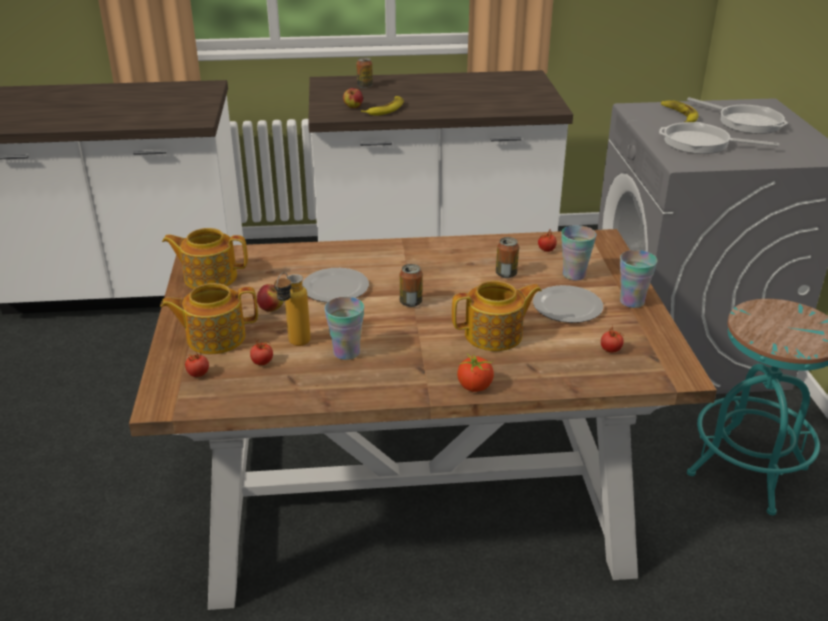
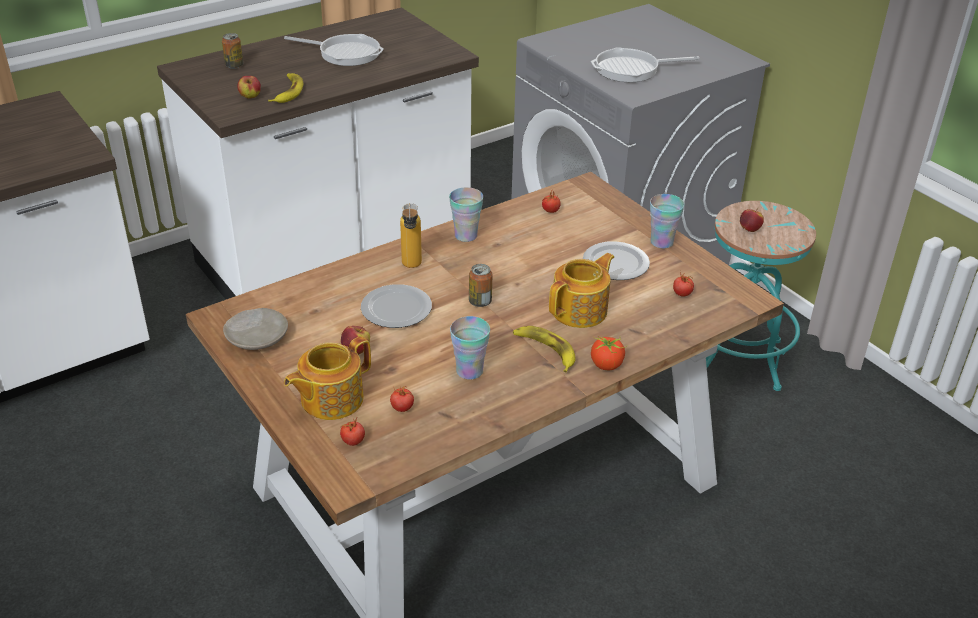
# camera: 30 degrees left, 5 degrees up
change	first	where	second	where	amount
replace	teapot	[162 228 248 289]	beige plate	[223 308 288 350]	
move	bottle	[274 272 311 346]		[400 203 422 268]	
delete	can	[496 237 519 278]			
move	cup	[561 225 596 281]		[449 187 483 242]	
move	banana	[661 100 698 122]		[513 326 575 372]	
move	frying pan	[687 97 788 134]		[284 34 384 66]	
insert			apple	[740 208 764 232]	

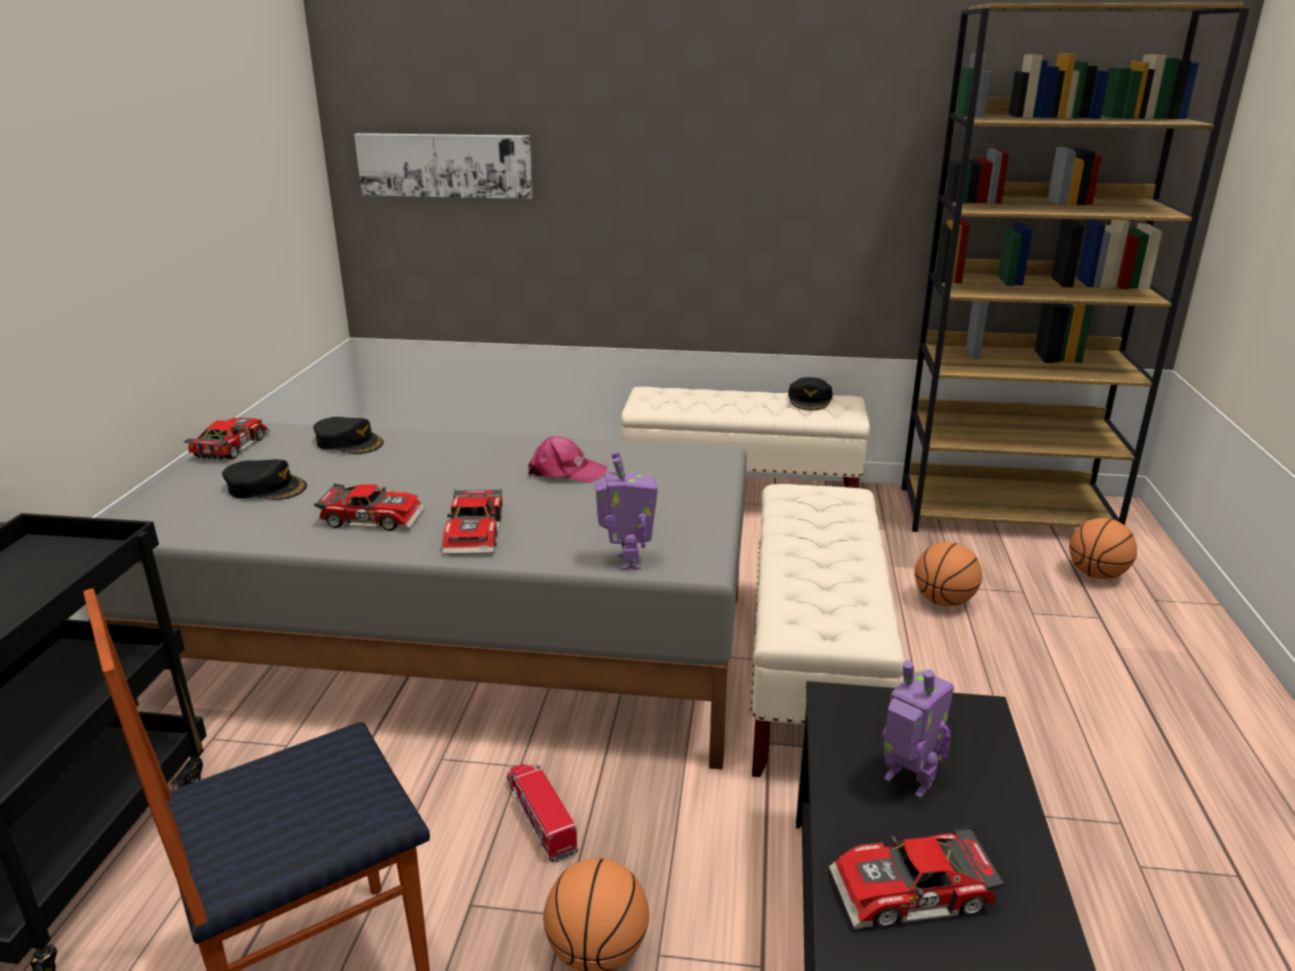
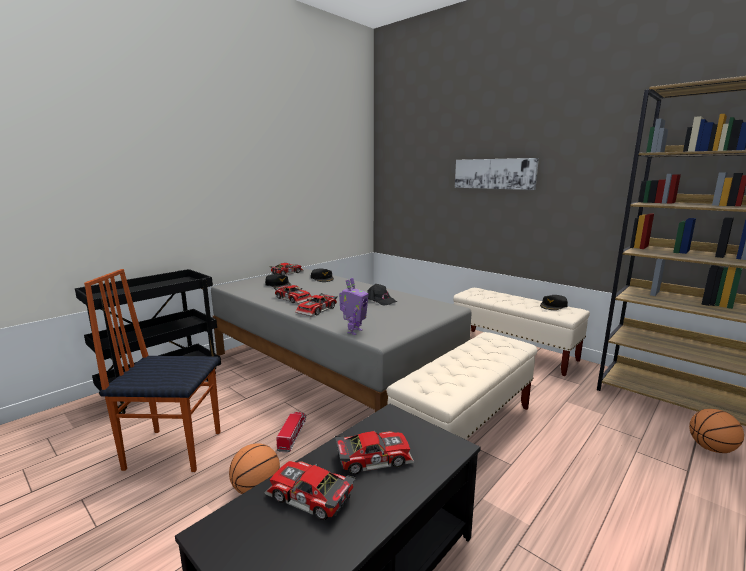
# camera: 35 degrees right, 10 degrees down
change	first	where	second	where	amount
move	picture	[354 133 533 199]		[455 158 539 190]	
recolor	pink cap	[528 436 607 483]	black cap	[367 284 397 306]	
replace	toy robot	[882 660 954 798]	toy car	[335 431 414 475]	
delete	basketball	[915 542 982 606]			

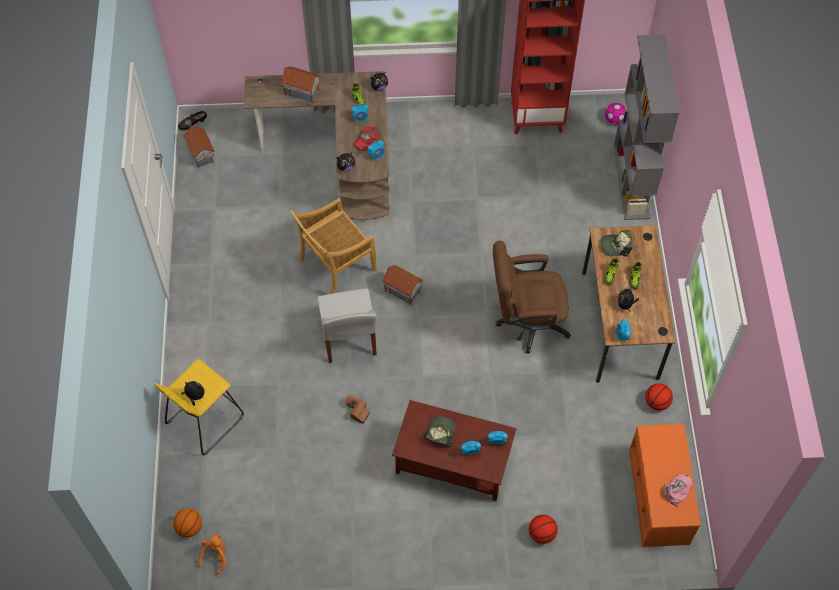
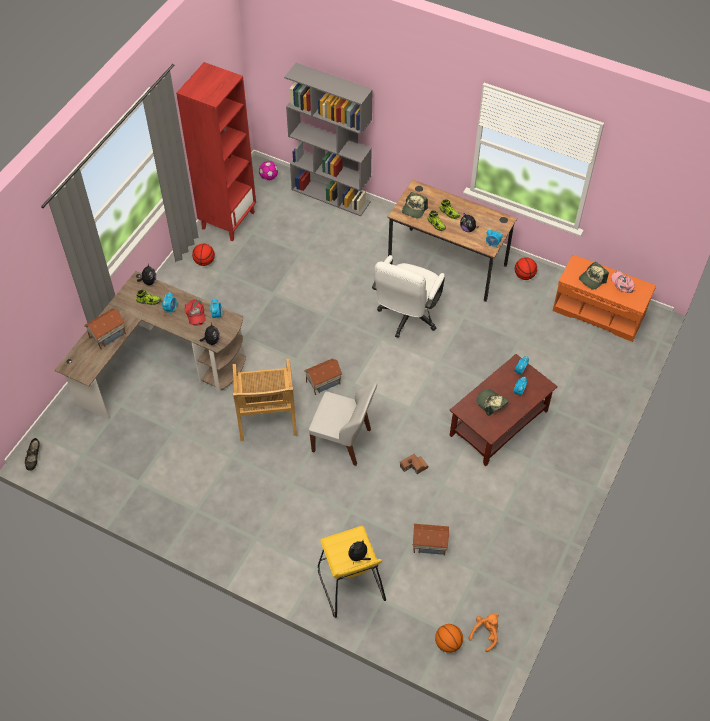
# camera: 60 degrees left, 5 degrees down
change	first	where	second	where	amount
move	toy house	[183 125 215 168]		[412 524 449 556]	
rotate	orange plush toy	[198 534 226 574]		[469 614 499 652]	75 degrees clockwise
recolor	brown office chair	[493 241 571 353]	white office chair	[372 255 445 338]	
move	basketball	[529 515 558 544]		[192 244 215 266]	
insert			cap	[579 262 609 290]	

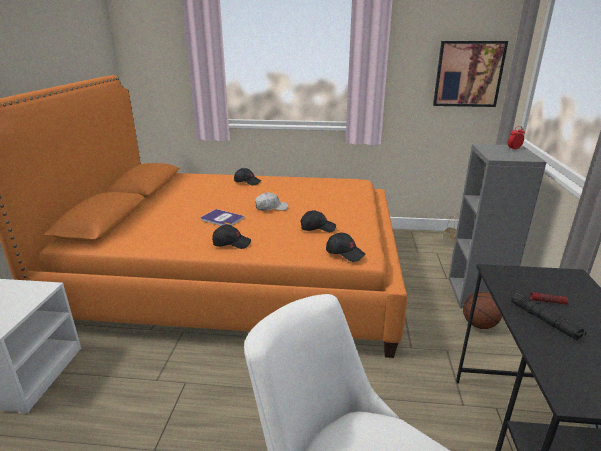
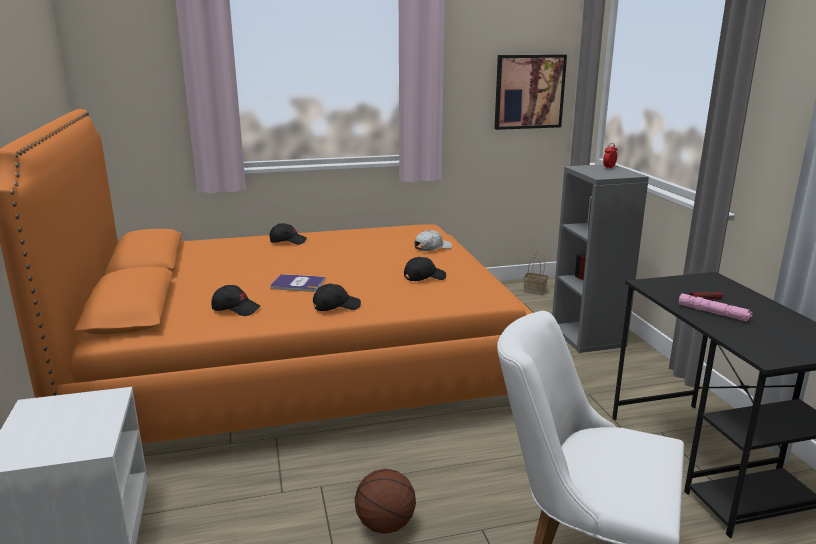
# camera: 20 degrees left, 5 degrees down
change	first	where	second	where	amount
move	white cap	[255 192 288 211]		[414 230 452 251]	
move	black cap	[326 233 365 262]		[211 285 260 316]	
move	basketball	[463 292 502 329]		[354 469 416 534]	
recolor	black flashlight	[511 293 587 340]	pink flashlight	[679 293 753 321]	

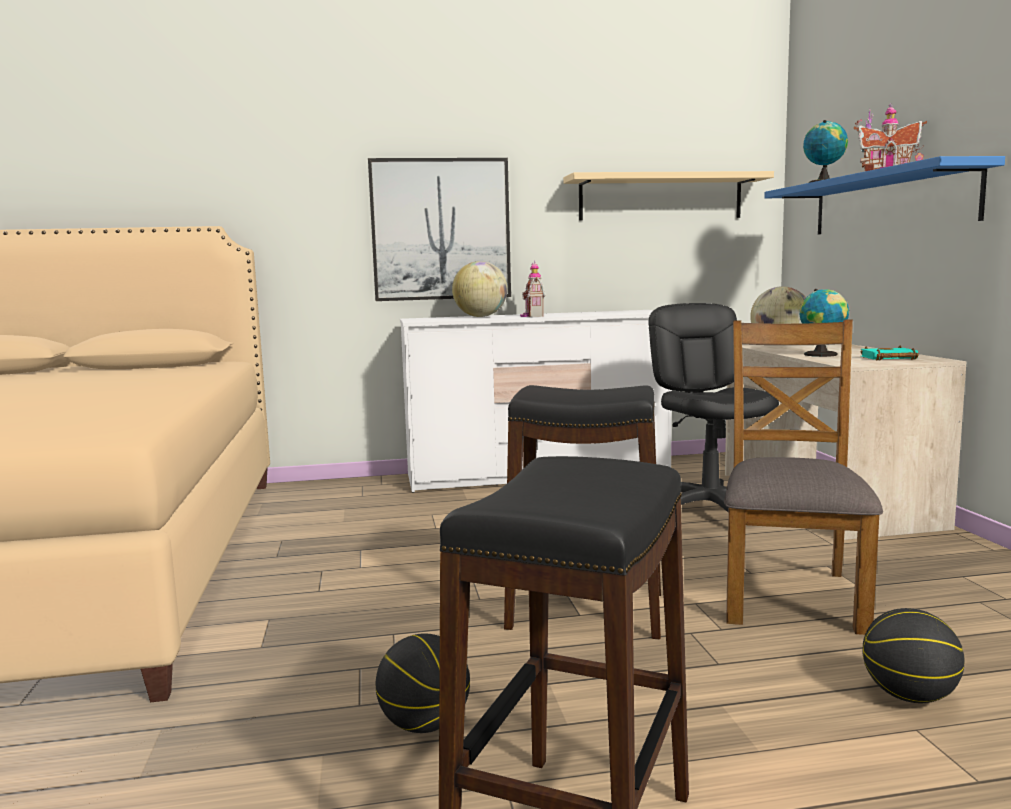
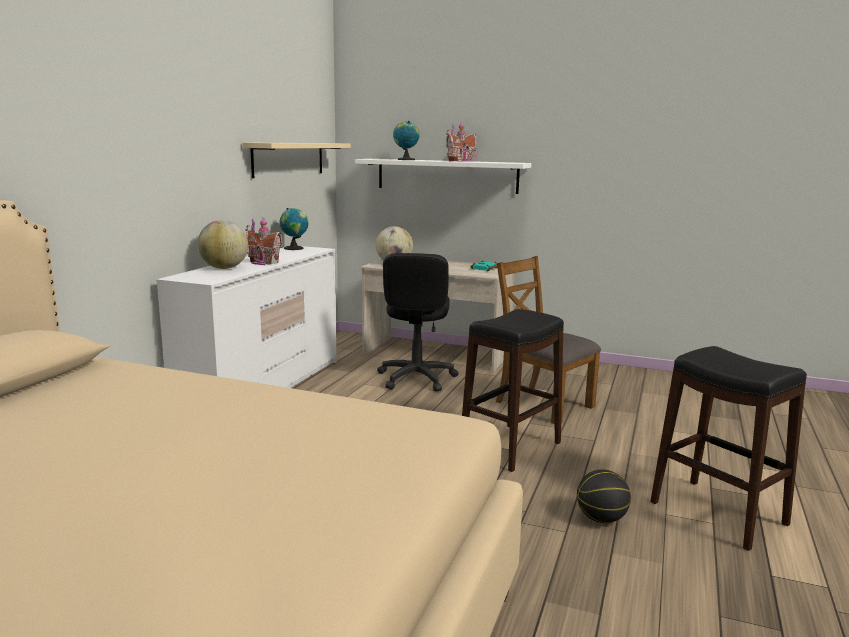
# camera: 60 degrees left, 5 degrees up
change	first	where	second	where	amount
delete	picture	[368 158 511 301]			
rotate	black office chair	[649 303 779 513]		[377 253 459 391]	105 degrees counterclockwise
recolor	blue shelf	[764 156 1005 235]	white shelf	[355 159 531 194]	
move	globe	[800 289 849 357]		[280 208 309 250]	
delete	basketball	[862 608 965 703]			

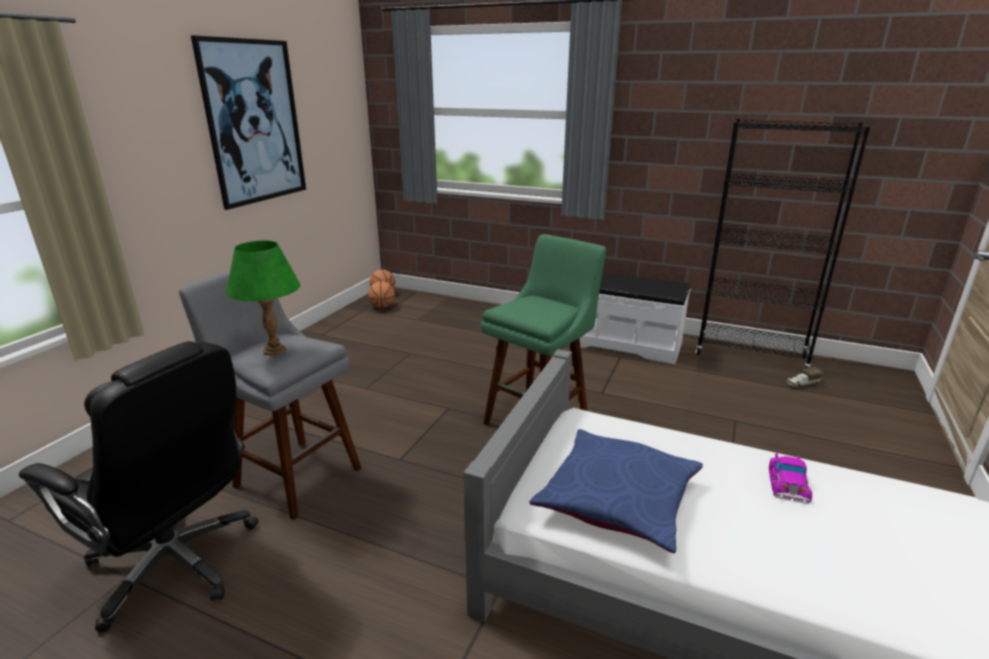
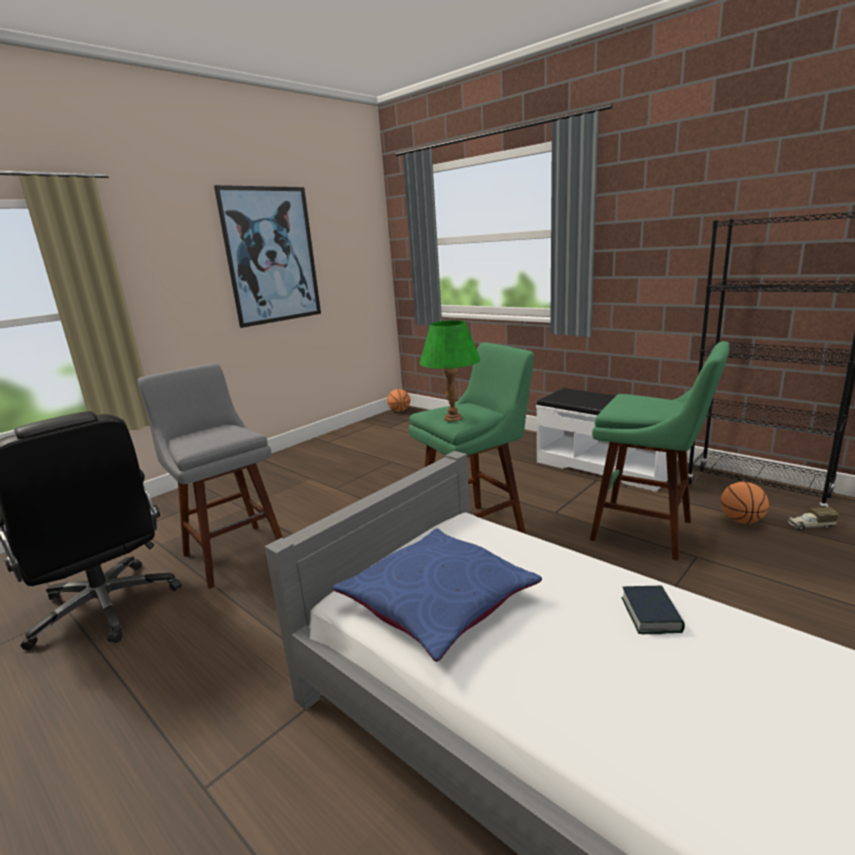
# camera: 20 degrees right, 5 degrees down
change	first	where	second	where	amount
move	green table lamp	[226 241 300 355]		[420 320 480 422]	
move	basketball	[368 281 395 308]		[720 482 769 524]	
replace	toy car	[769 452 812 504]	book	[622 586 685 634]	
insert			green stool	[590 341 730 561]	

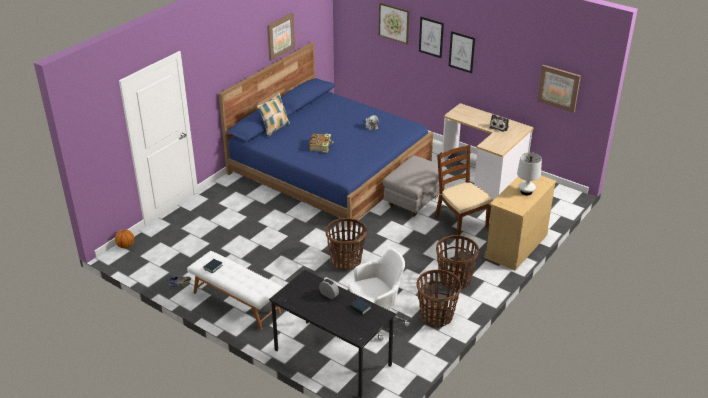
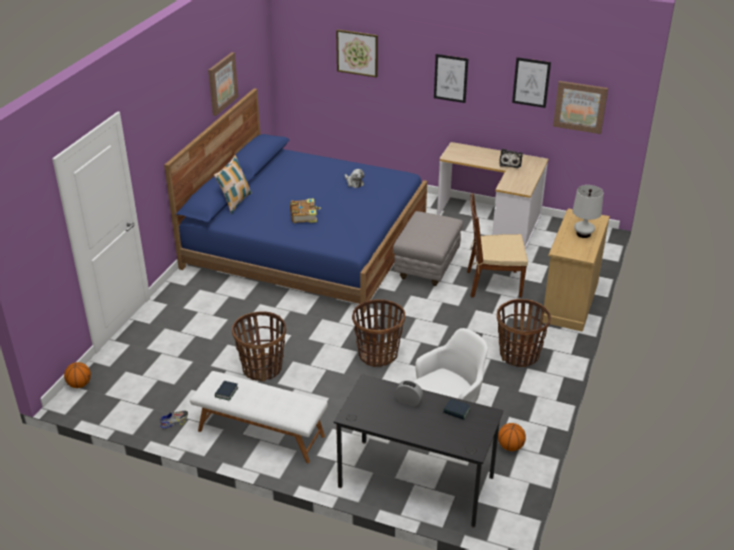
# camera: 15 degrees left, 0 degrees up
change	first	where	second	where	amount
move	basket	[416 270 461 328]		[232 311 286 382]	
move	picture	[419 17 444 58]		[512 57 551 108]	
rotate	brown chair	[435 145 493 235]		[467 193 528 298]	45 degrees counterclockwise
insert			basketball	[498 423 526 451]	

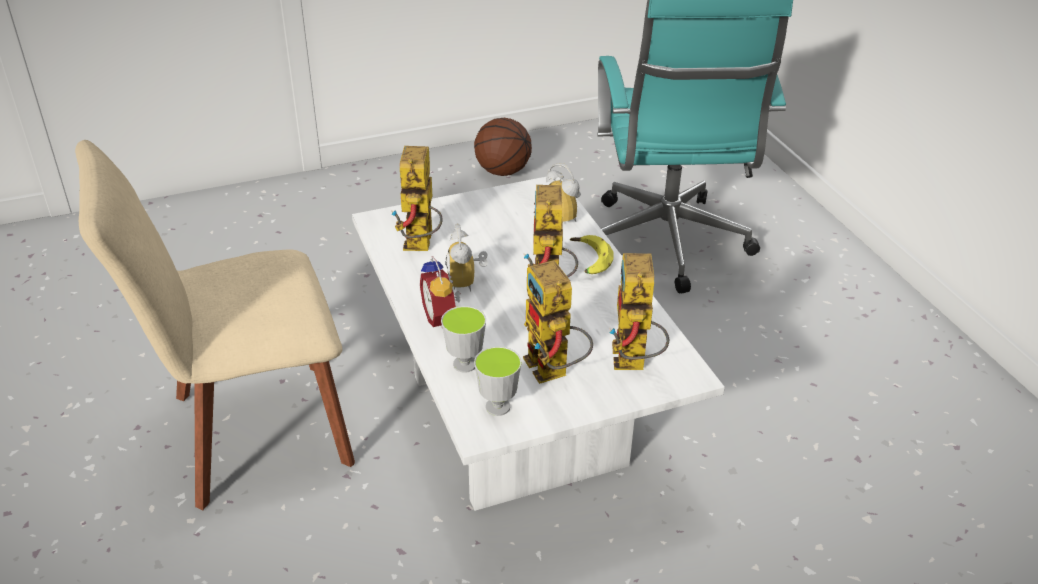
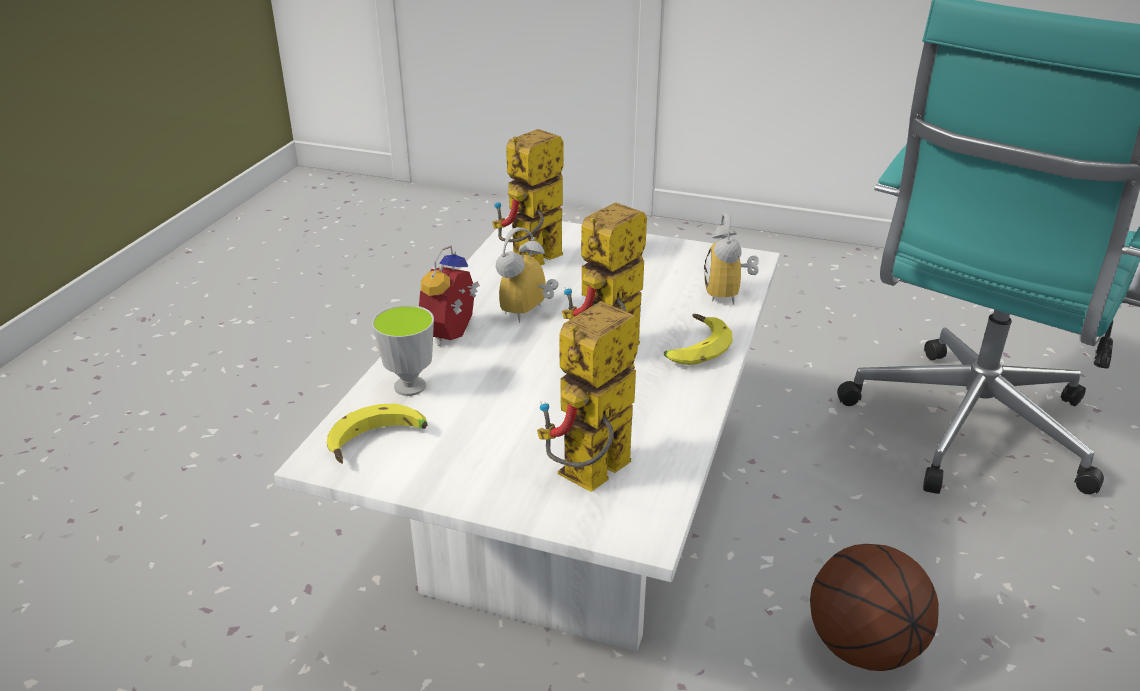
# camera: 40 degrees right, 5 degrees down
change	first	where	second	where	amount
delete	beige chair	[75 140 355 510]			
move	basketball	[474 118 532 176]		[810 544 939 671]	
replace	cup	[474 346 522 416]	banana	[327 404 427 464]	
delete	toy robot	[523 260 593 384]			

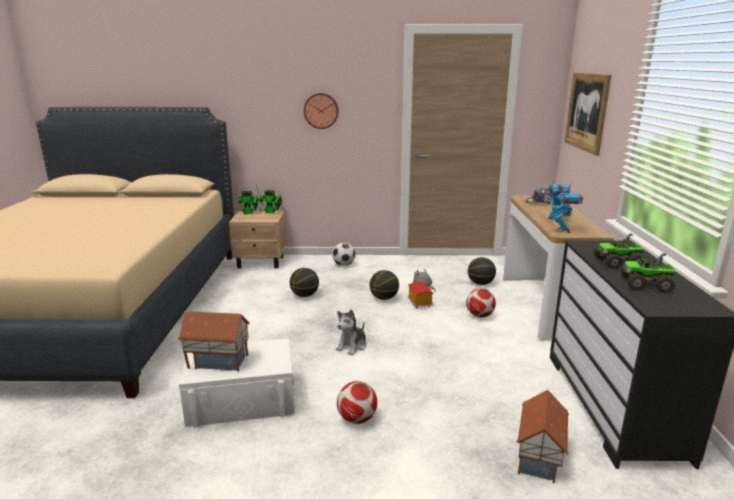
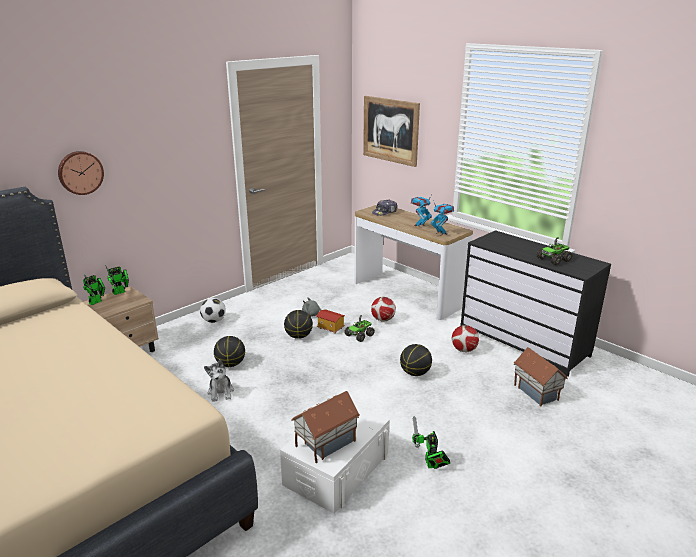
# camera: 45 degrees left, 5 degrees up
change	first	where	second	where	amount
move	wall clock	[304 93 339 129]		[58 151 104 195]	
move	plush toy	[336 309 366 356]		[204 359 234 402]	
move	football	[337 381 377 424]		[452 325 479 352]	
move	basketball	[468 257 496 285]		[400 344 432 376]	
move	toy truck	[593 234 645 269]		[344 315 375 342]	
insert			toy robot	[412 416 450 469]	

